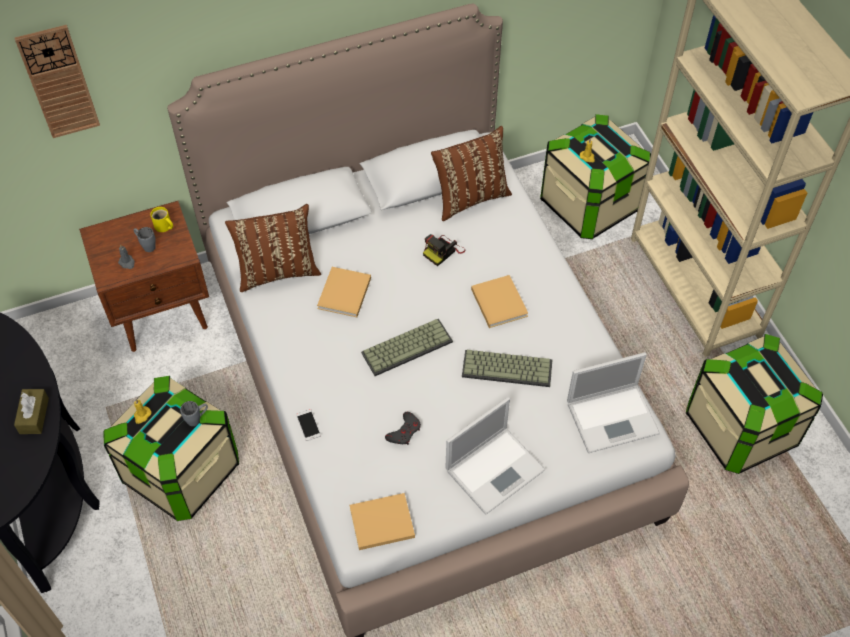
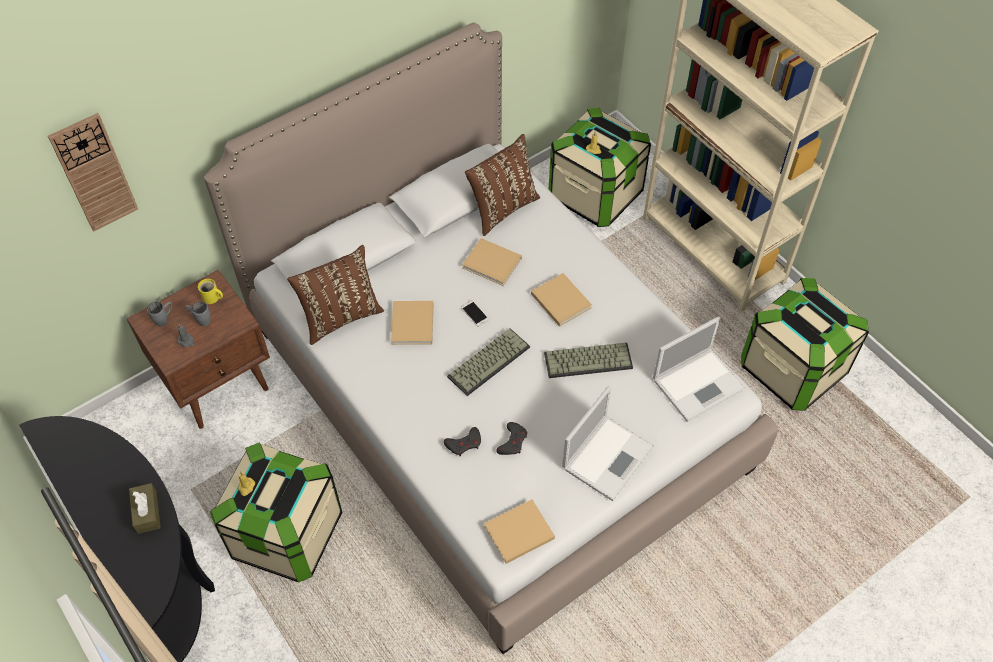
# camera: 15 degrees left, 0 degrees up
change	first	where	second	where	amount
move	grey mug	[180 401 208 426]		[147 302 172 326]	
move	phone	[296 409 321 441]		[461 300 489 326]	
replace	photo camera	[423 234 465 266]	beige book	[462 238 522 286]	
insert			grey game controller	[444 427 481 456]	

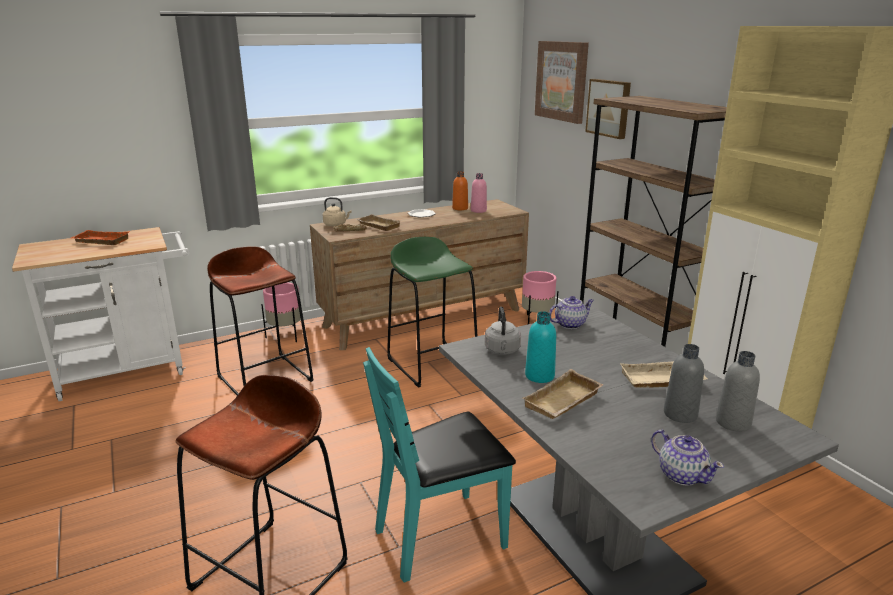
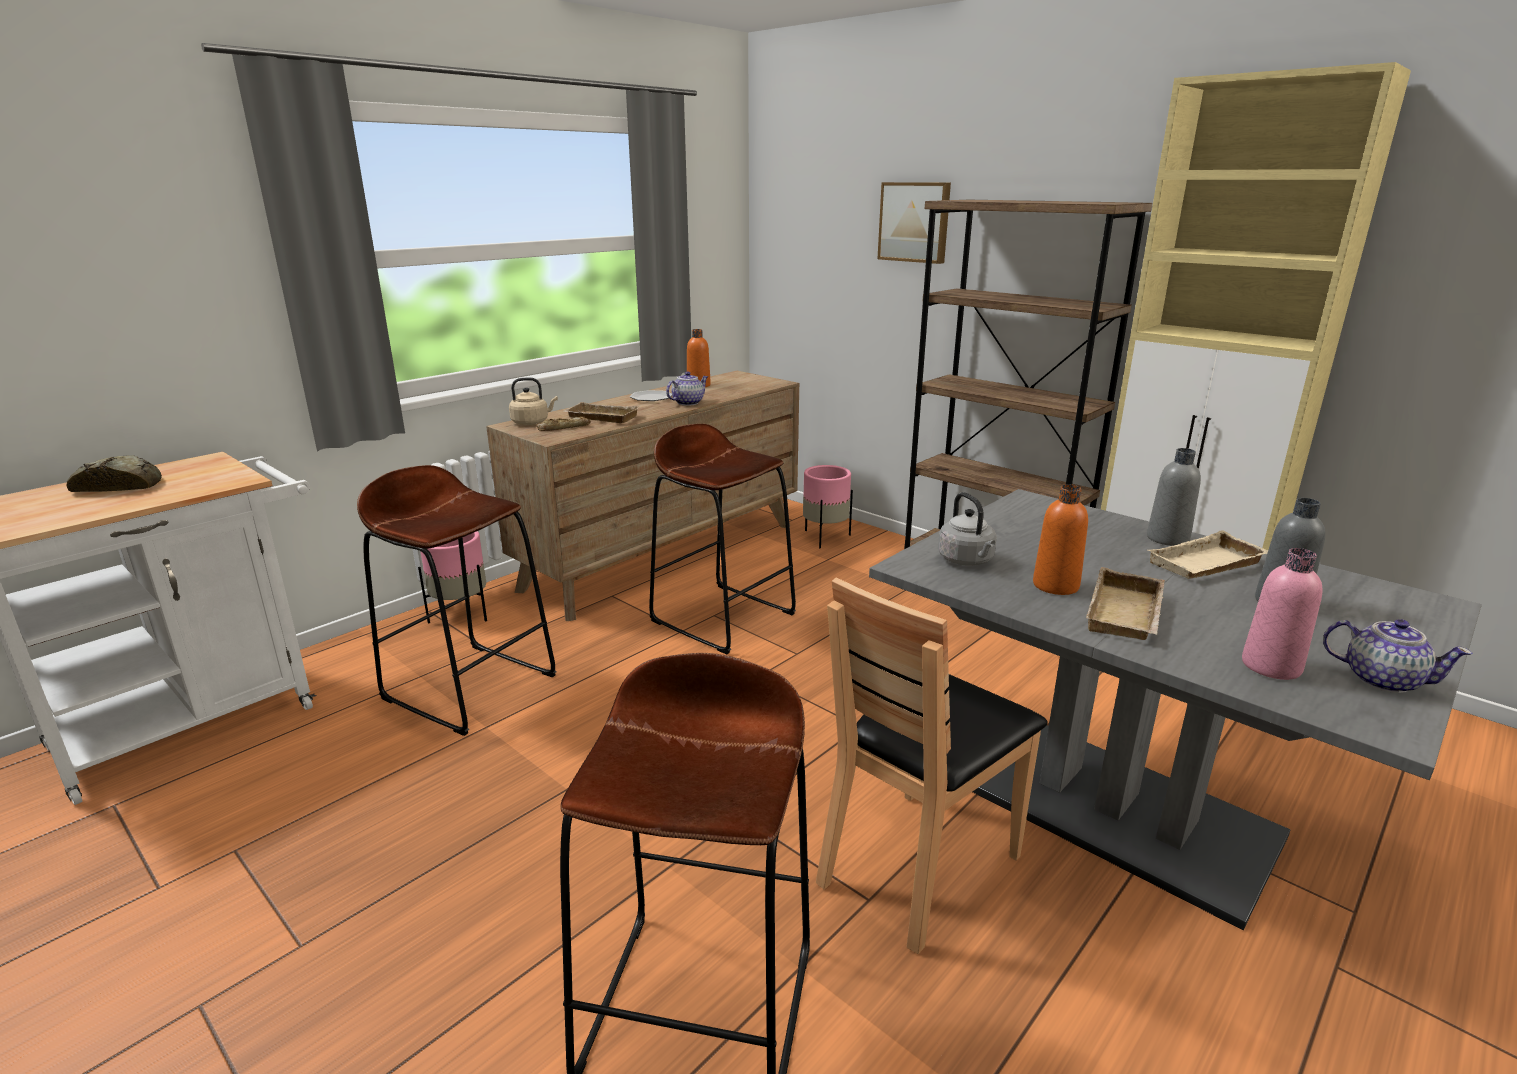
# camera: 20 degrees left, 0 degrees up
change	first	where	second	where	amount
replace	orange tray	[71 230 130 245]	bread	[67 455 162 492]	
recolor	turquoise chair	[363 347 516 583]	brown chair	[816 577 1048 954]	
recolor	green stool	[387 237 478 388]	brown stool	[649 424 796 654]	
move	pink bottle	[471 173 487 213]		[1242 548 1322 680]	
recolor	turquoise bottle	[525 311 556 383]	orange bottle	[1033 484 1088 595]	
delete	picture	[535 41 589 124]			
move	teapot	[549 296 594 329]		[666 372 708 406]	
move	grey bottle	[716 351 760 432]		[1147 448 1201 546]	

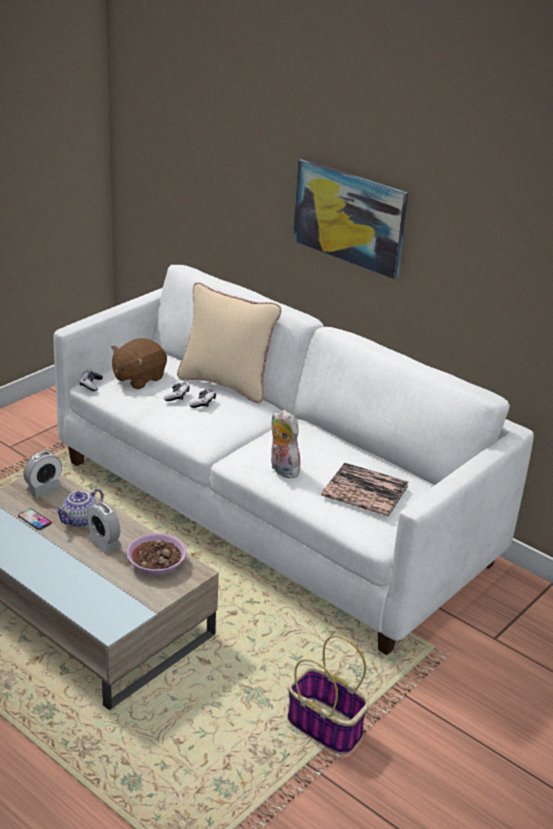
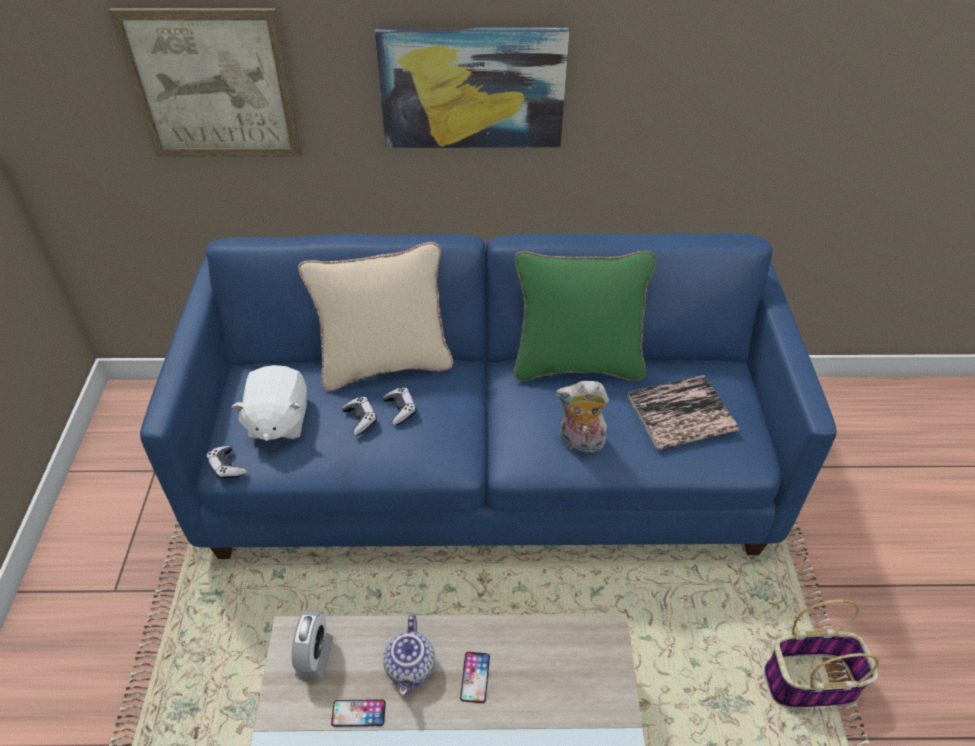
# camera: 40 degrees left, 15 degrees up
change	first	where	second	where	amount
recolor	white sofa	[54 265 534 655]	blue sofa	[140 233 836 559]	
replace	alarm clock	[87 502 122 553]	phone	[460 652 490 703]	
recolor	brown plush toy	[111 338 167 389]	white plush toy	[232 365 307 441]	
delete	bowl	[126 533 187 575]			
insert			picture	[109 8 302 157]	
insert			green pillow	[514 251 657 381]	

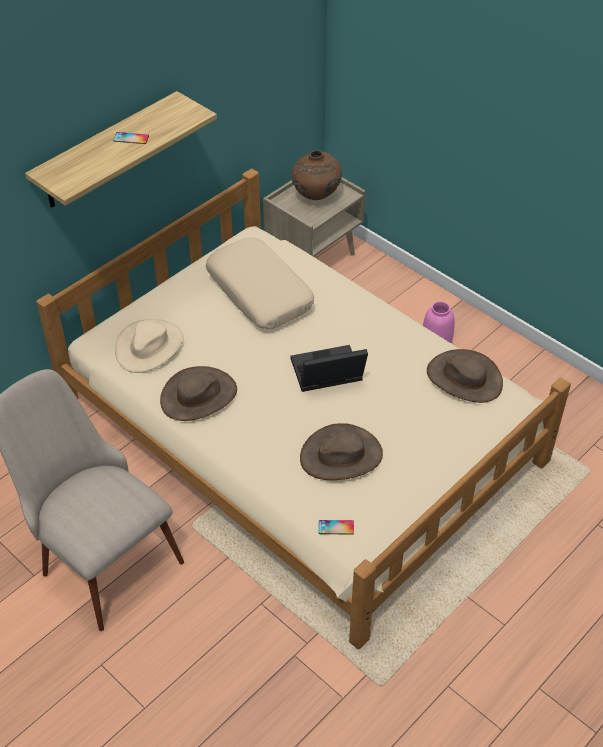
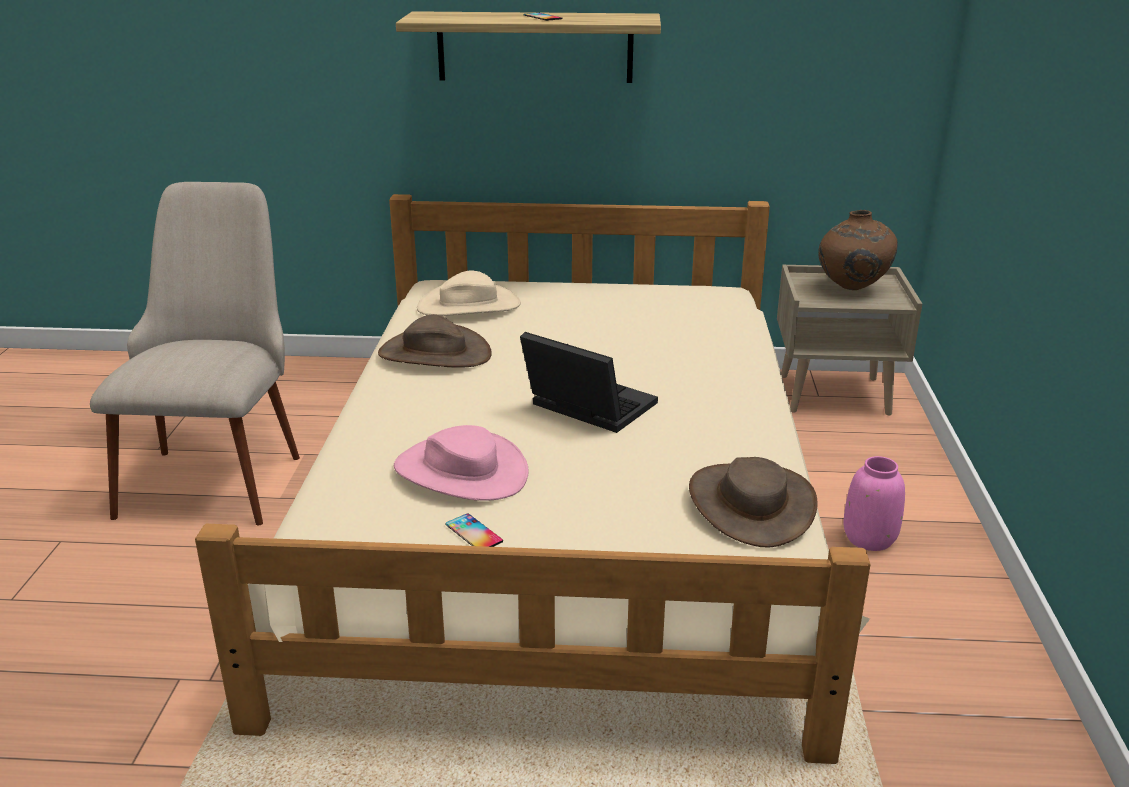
# camera: 50 degrees right, 20 degrees down
change	first	where	second	where	amount
delete	beige pillow	[206 238 314 329]			
recolor	brown hat	[300 423 383 480]	pink hat	[394 425 529 501]	
move	phone	[319 520 354 535]		[446 513 503 547]	

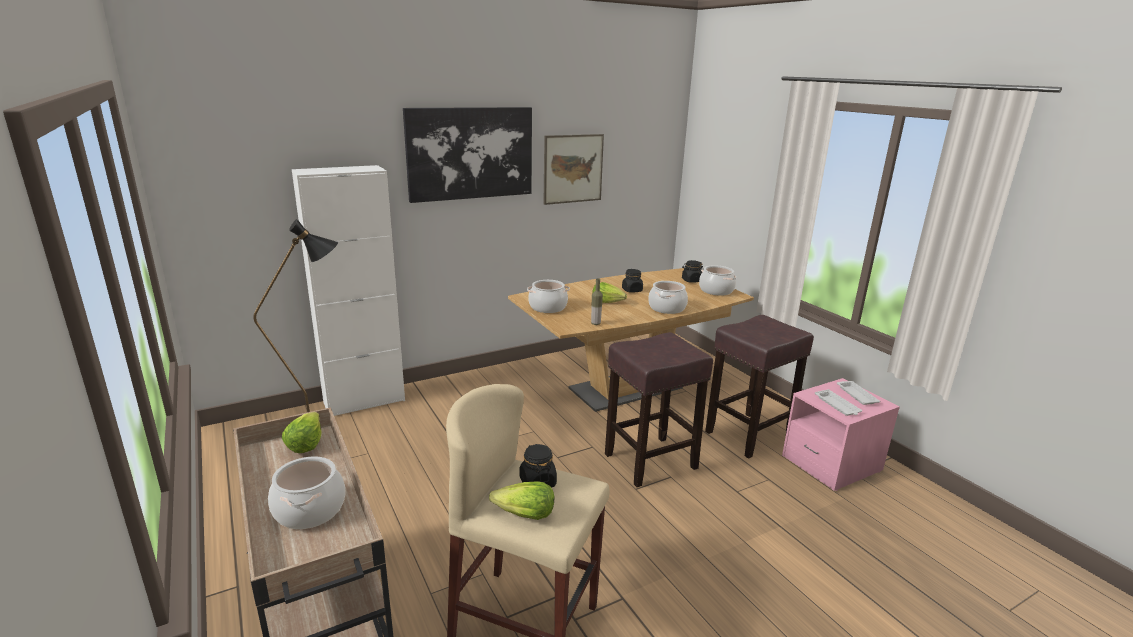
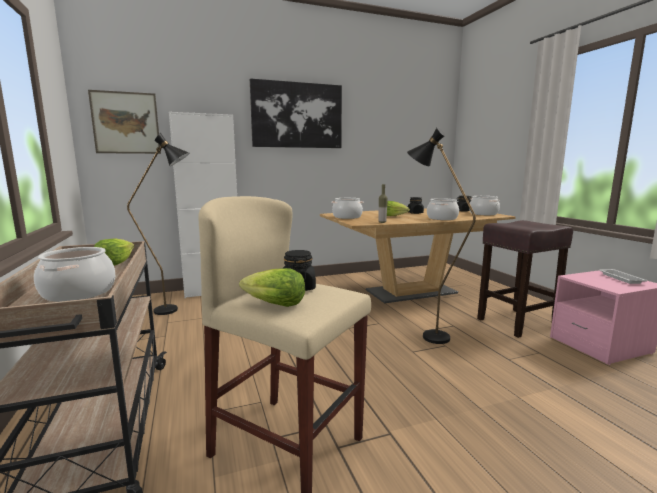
# camera: 10 degrees right, 10 degrees down
change	first	where	second	where	amount
move	picture	[544 134 604 205]		[88 90 161 154]	
replace	brown stool	[605 332 713 487]	black floor lamp	[407 127 476 344]	
delete	white tray	[815 389 862 416]			

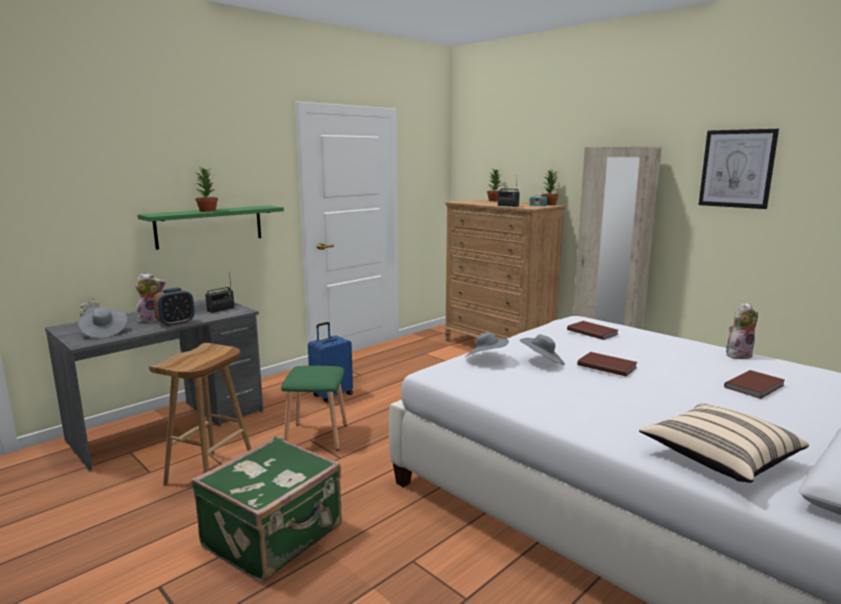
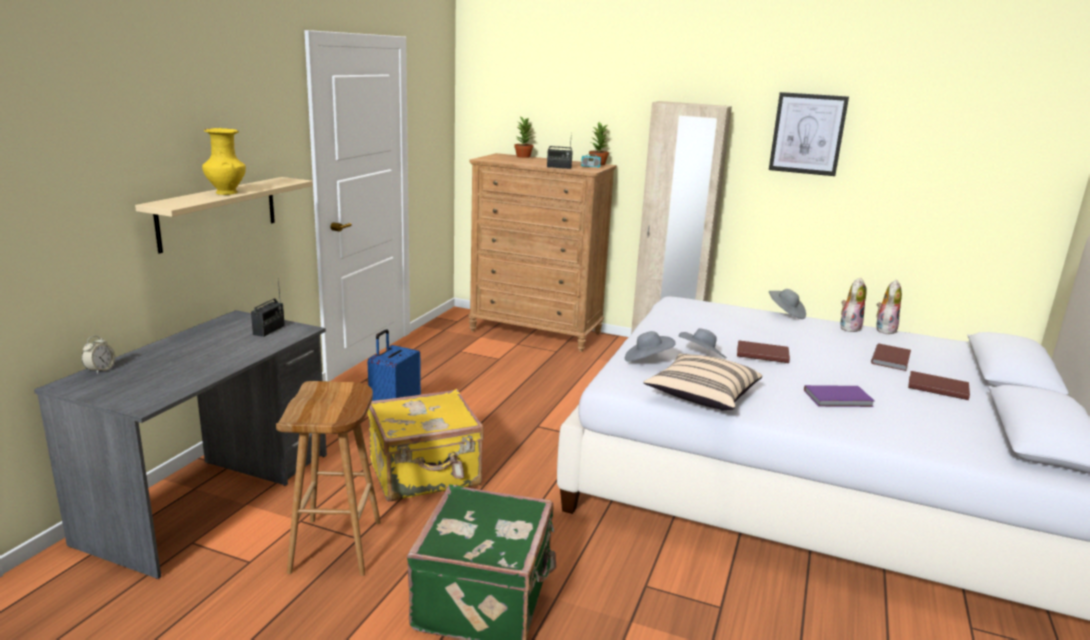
# camera: 25 degrees left, 5 degrees up
change	first	where	second	where	amount
move	grey hat	[78 307 128 339]		[769 289 806 319]	
move	plush toy	[135 273 165 323]		[876 279 902 334]	
recolor	green shelf	[137 206 284 250]	beige shelf	[135 177 313 254]	
delete	alarm clock	[153 287 195 327]			
replace	potted plant	[195 167 218 212]	yellow vase	[202 128 246 195]	
replace	green stool	[281 366 347 451]	yellow suitcase	[367 389 484 502]	
move	brown book	[567 321 619 340]		[908 371 970 400]	
move	beige pillow	[639 403 809 483]		[643 354 762 411]	
insert			purple book	[804 385 875 407]	

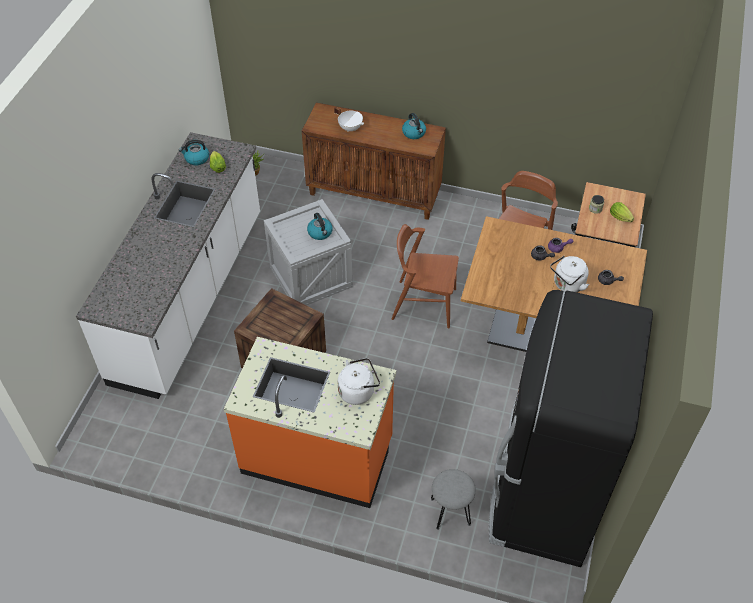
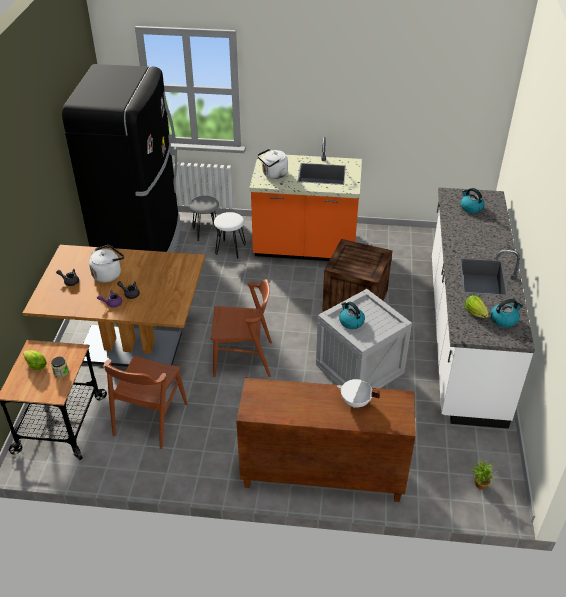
# camera: 170 degrees right, 10 degrees down
change	first	where	second	where	amount
move	kettle	[402 113 426 139]		[461 188 485 213]	
insert			white stool	[214 212 246 259]	

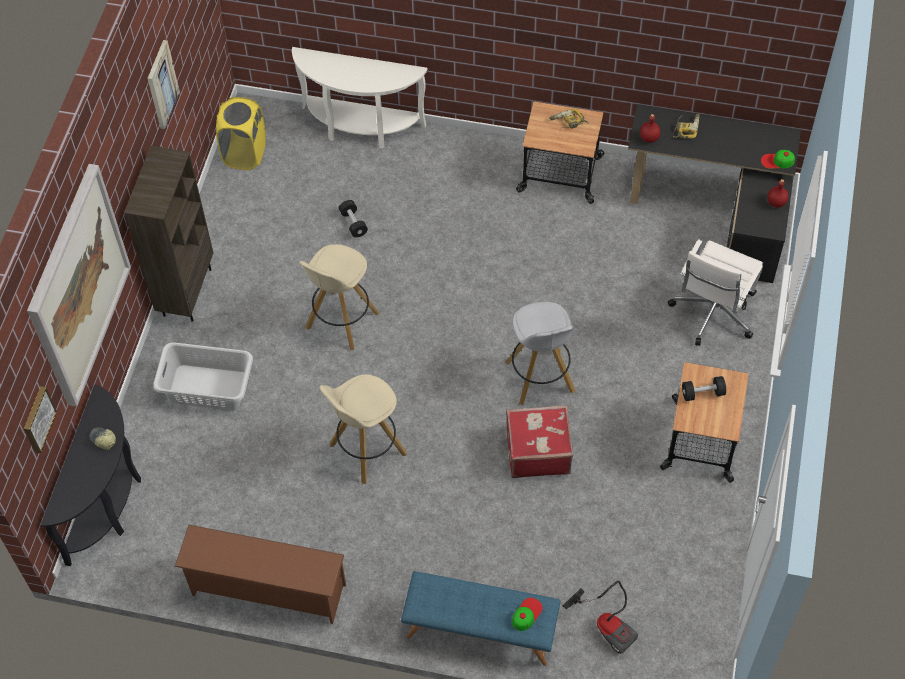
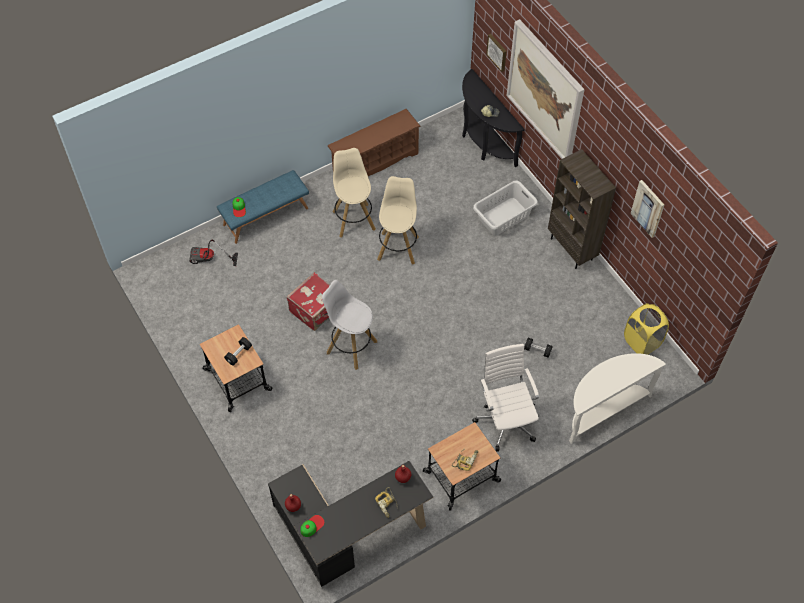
# camera: 135 degrees right, 0 degrees up
change	first	where	second	where	amount
move	beige stool	[299 244 380 350]		[332 148 376 237]	
move	white office chair	[668 239 763 346]		[472 344 539 451]	

